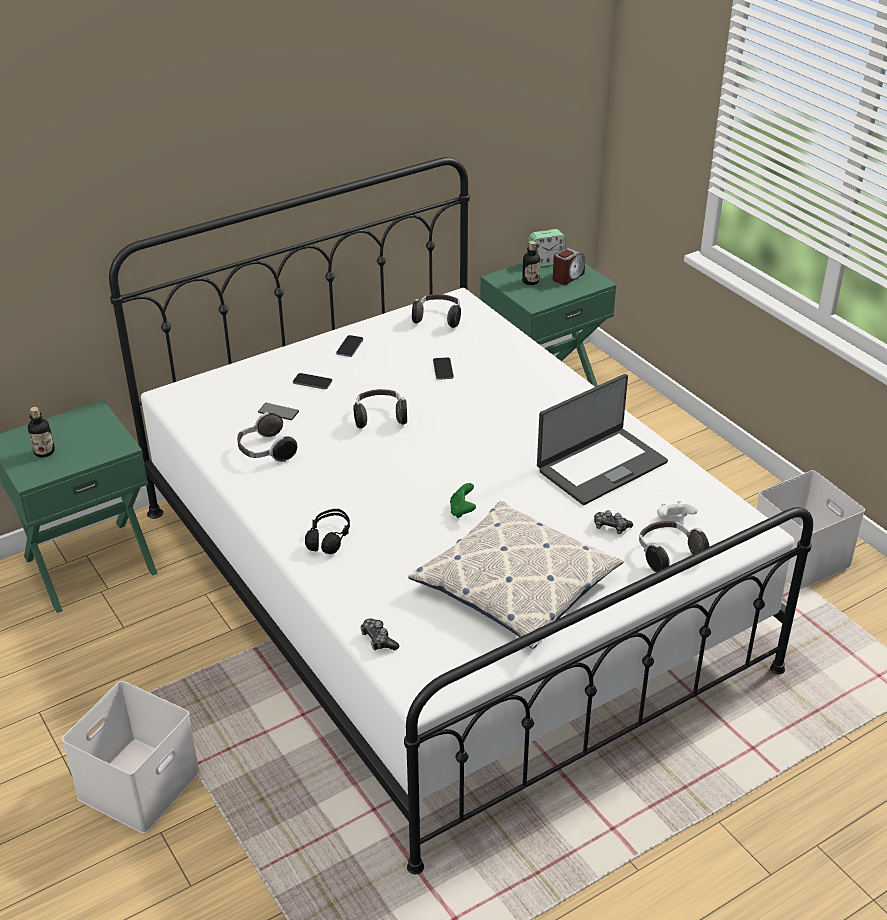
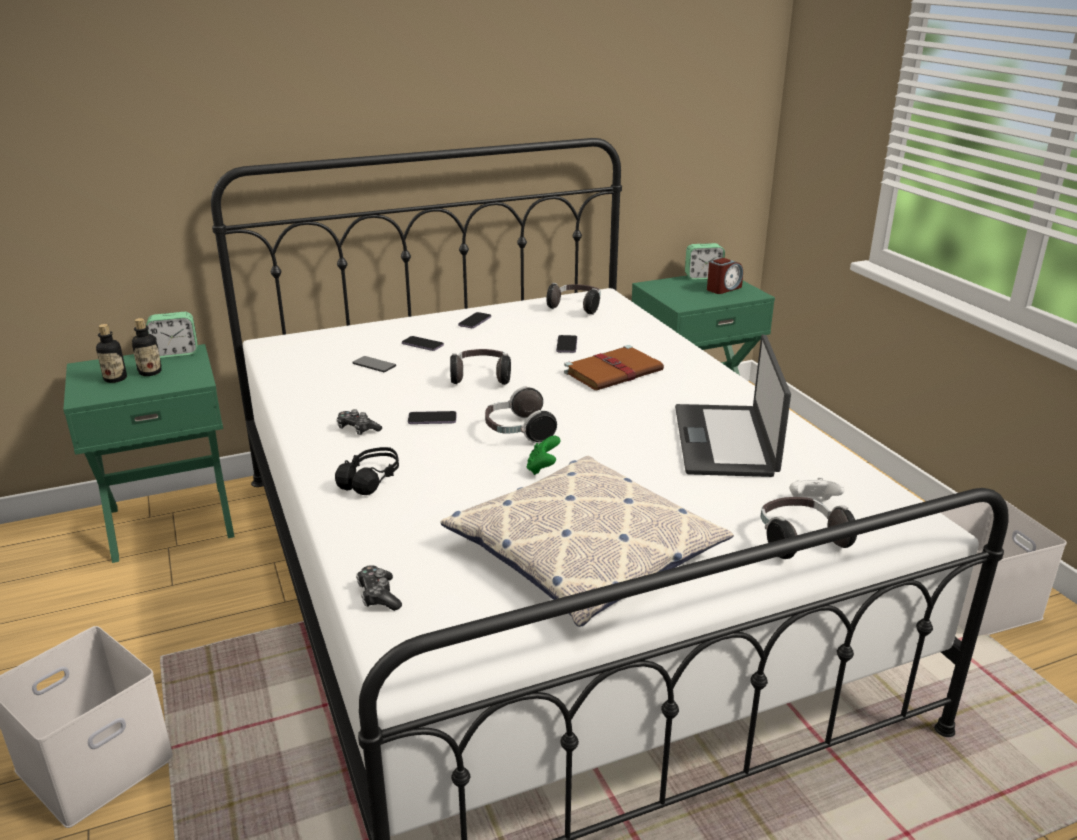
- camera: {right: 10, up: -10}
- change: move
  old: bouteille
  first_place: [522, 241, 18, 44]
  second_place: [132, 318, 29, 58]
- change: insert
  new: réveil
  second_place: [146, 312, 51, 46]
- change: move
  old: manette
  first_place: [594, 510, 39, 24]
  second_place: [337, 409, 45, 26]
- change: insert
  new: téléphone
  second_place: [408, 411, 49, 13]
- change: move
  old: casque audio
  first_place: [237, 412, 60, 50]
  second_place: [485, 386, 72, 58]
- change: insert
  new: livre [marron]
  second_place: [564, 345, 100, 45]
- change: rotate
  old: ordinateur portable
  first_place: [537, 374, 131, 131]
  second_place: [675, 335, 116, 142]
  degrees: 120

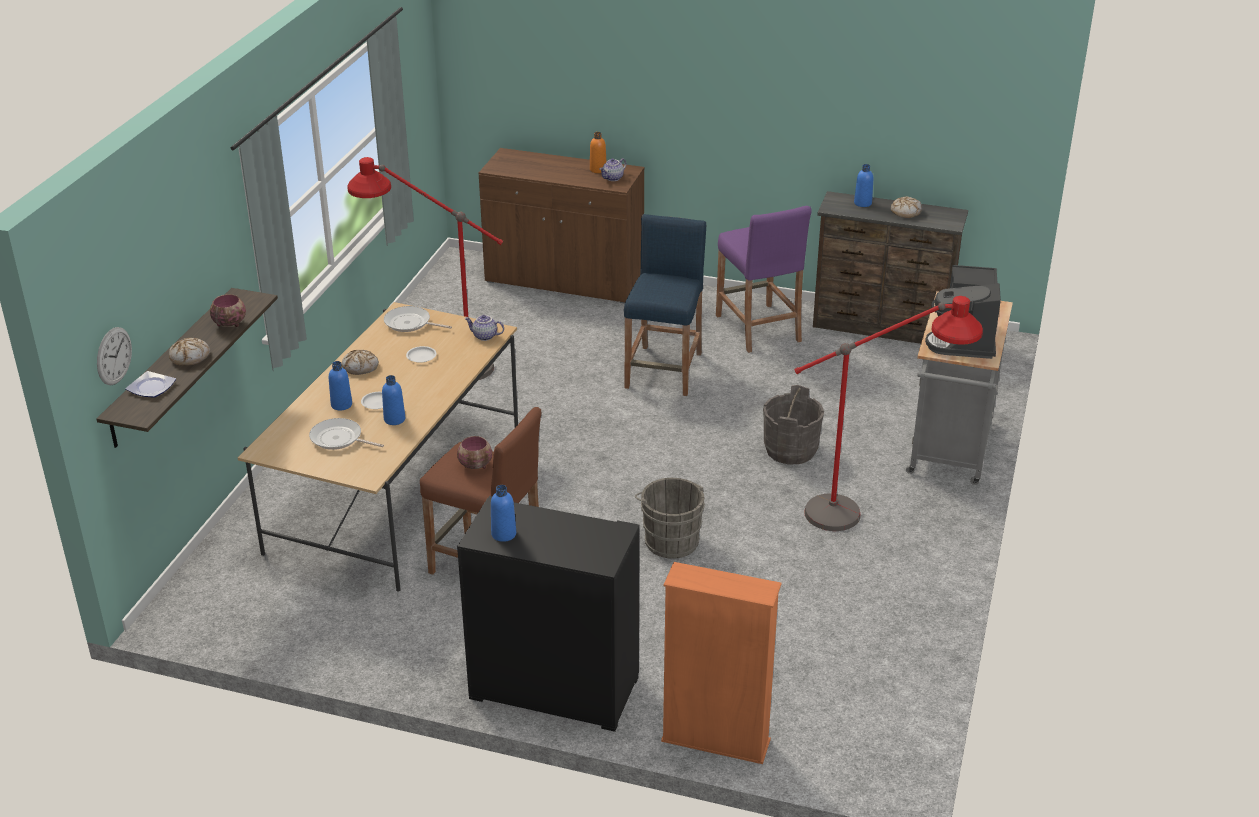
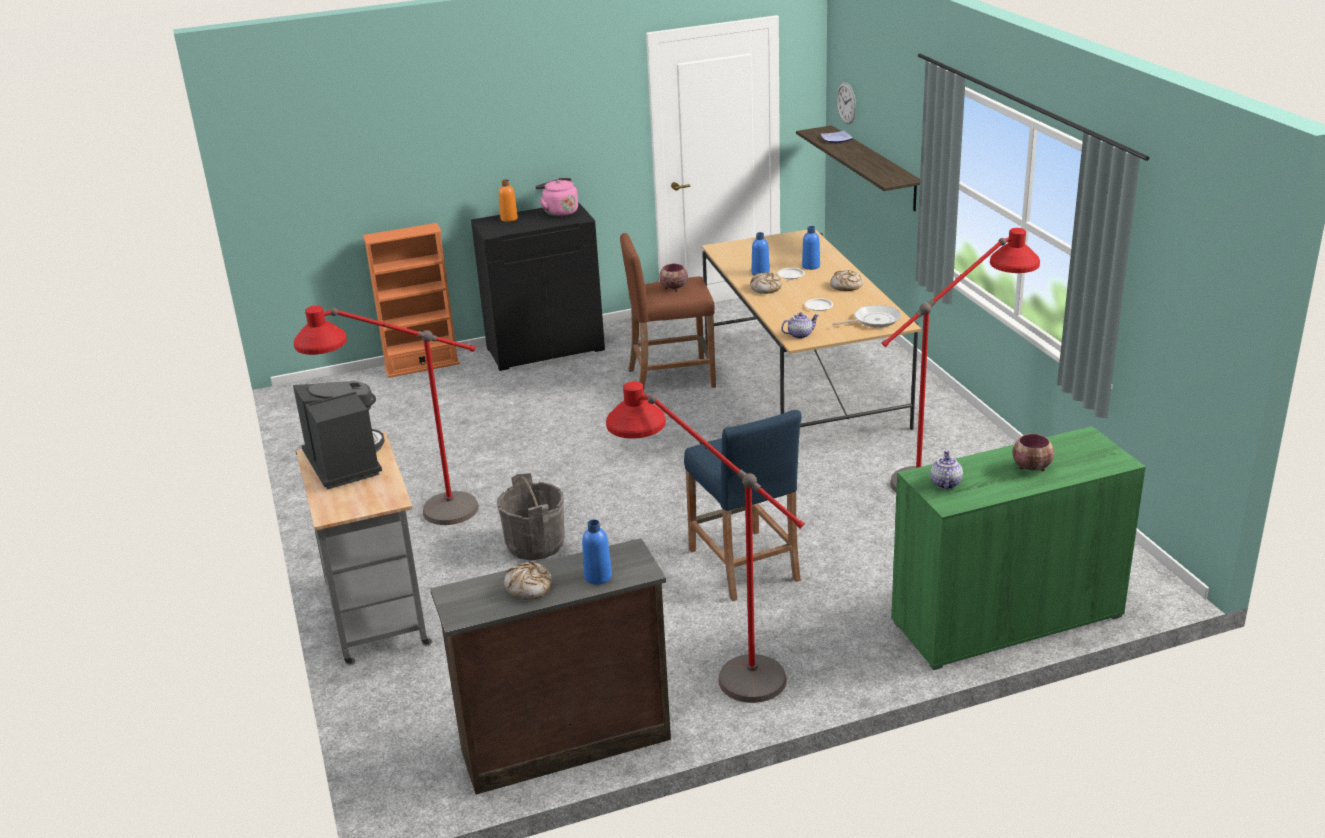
- camera: {right: 145, up: -5}
- change: move
  old: bouteille [orange]
  first_place: [590, 132, 16, 41]
  second_place: [499, 179, 19, 43]
- change: replace
  old: bouteille [bleu]
  new: bouilloire [rose]
  first_place: [491, 485, 25, 57]
  second_place: [535, 178, 43, 38]
- change: replace
  old: tabouret [violet]
  new: lampadaire [rouge]
  first_place: [716, 206, 96, 147]
  second_place: [606, 381, 199, 322]
- change: move
  old: pain
  first_place: [169, 338, 41, 28]
  second_place: [750, 272, 32, 22]
- change: recolor
  old: meuble de rangement [marron]
  new: meuble de rangement [vert]
  first_place: [478, 148, 167, 156]
  second_place: [891, 426, 255, 244]
- change: move
  old: bol
  first_place: [210, 294, 36, 33]
  second_place: [1012, 434, 42, 37]
- change: delete
  old: poêle
  first_place: [309, 418, 75, 32]
- change: delete
  old: seau [gris]
  first_place: [635, 478, 70, 81]

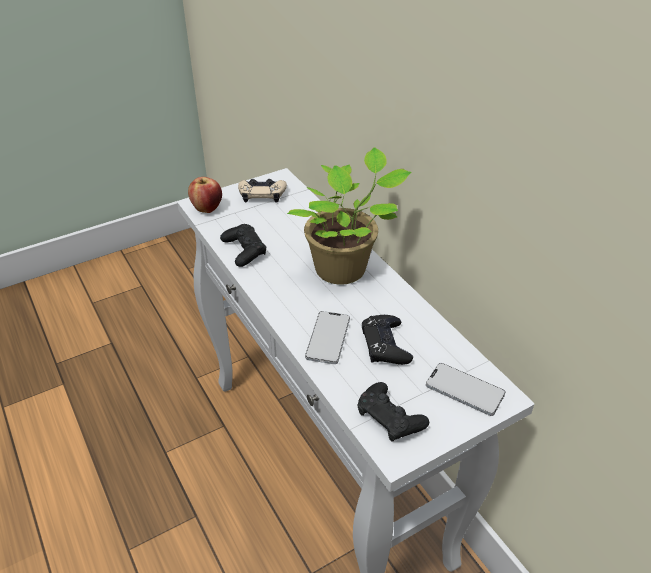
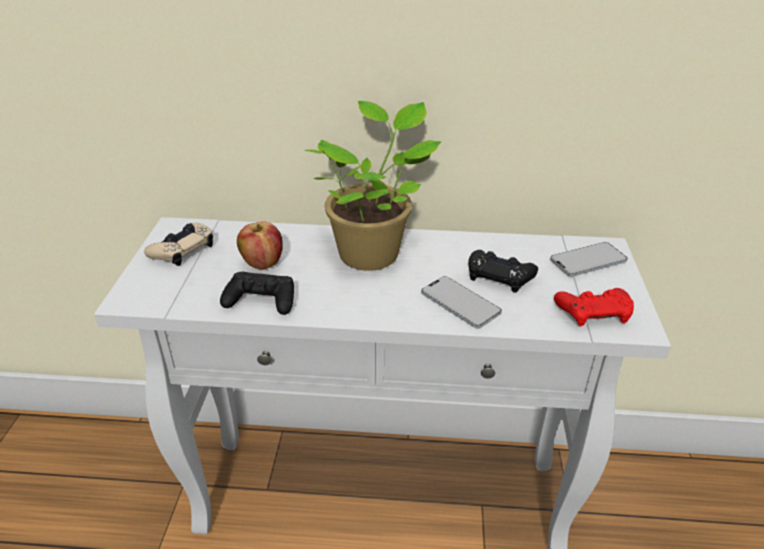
- camera: {right: -55, up: -5}
- change: move
  old: pomme
  first_place: [188, 177, 34, 36]
  second_place: [237, 221, 46, 49]
- change: recolor
  old: manette [noir]
  new: manette [rouge]
  first_place: [357, 382, 72, 60]
  second_place: [554, 288, 80, 39]

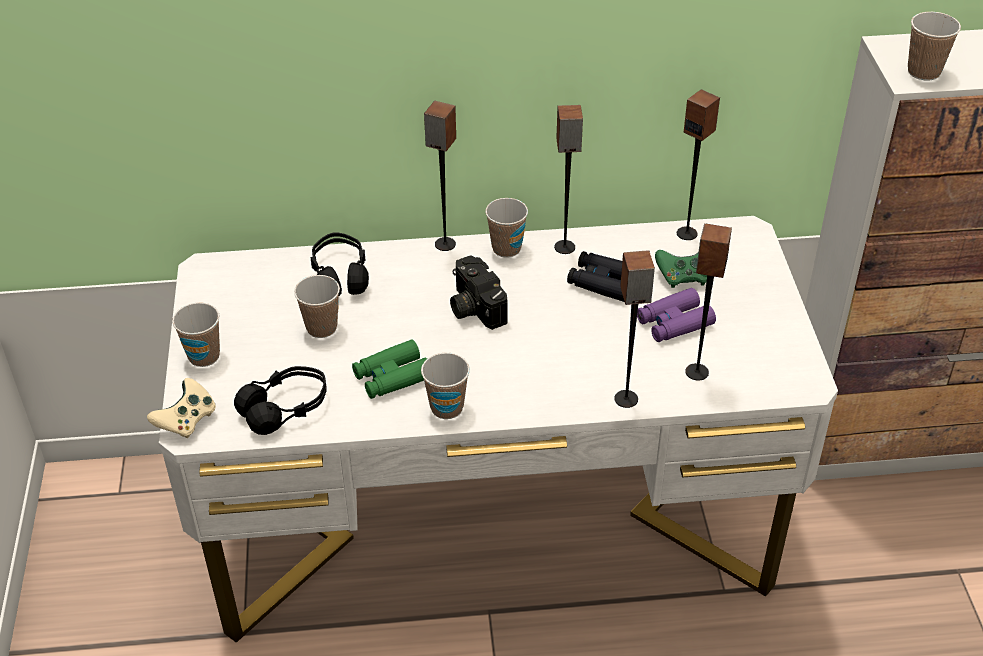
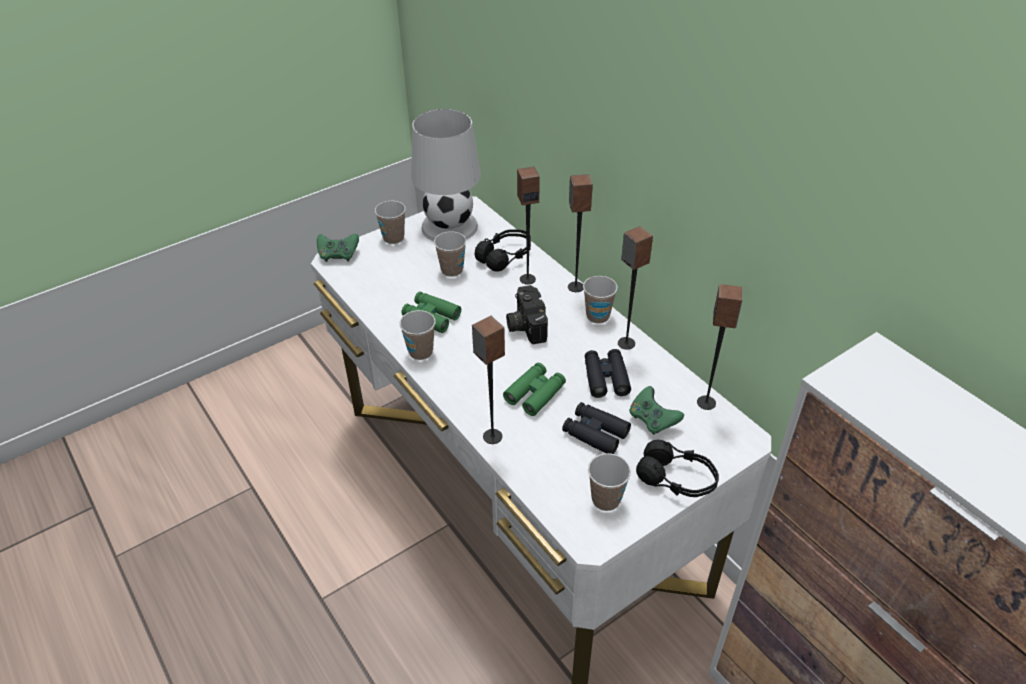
- camera: {right: 60, up: 0}
- change: recolor
  old: manette [beige]
  new: manette [vert]
  first_place: [147, 378, 69, 60]
  second_place: [317, 234, 42, 28]
- change: insert
  new: lampe de table [blanc]
  second_place: [411, 109, 70, 133]
- change: insert
  new: jumelles [vert]
  second_place: [503, 363, 63, 53]
- change: rotate
  old: appareil photo
  first_place: [450, 255, 58, 75]
  second_place: [506, 285, 42, 59]
  degrees: -45
- change: move
  old: enceinte
  first_place: [685, 223, 47, 158]
  second_place: [517, 166, 23, 119]
- change: recolor
  old: jumelles [violet]
  new: jumelles [noir]
  first_place: [637, 288, 79, 54]
  second_place: [562, 402, 69, 52]
- change: move
  old: tasse
  first_place: [908, 12, 53, 68]
  second_place: [588, 453, 43, 58]
- change: move
  old: casque audio [noir]
  first_place: [234, 366, 92, 69]
  second_place: [636, 440, 83, 57]

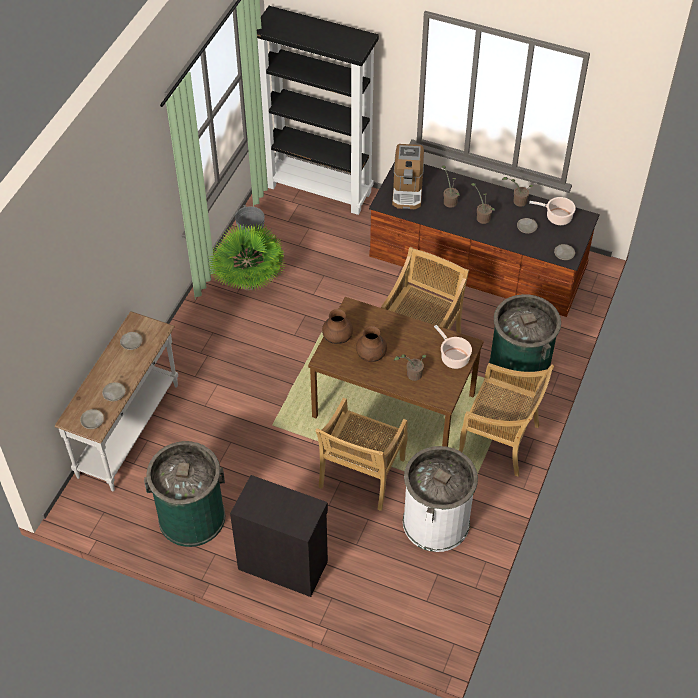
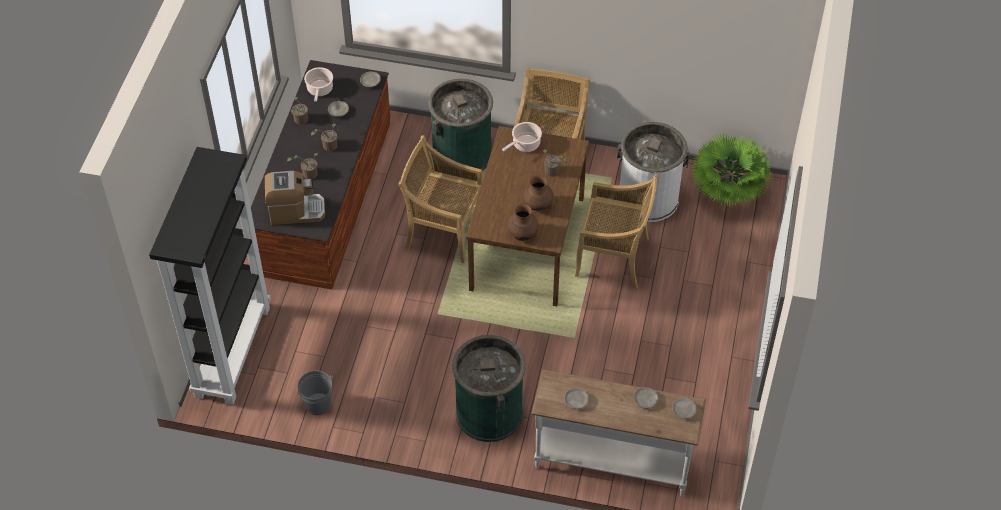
- camera: {right: -100, up: 0}
- change: move
  old: poubelle [vert]
  first_place: [144, 441, 81, 106]
  second_place: [452, 335, 74, 107]
- change: move
  old: plante en pot
  first_place: [209, 223, 78, 67]
  second_place: [690, 132, 83, 75]
- change: delete
  old: meuble de rangement [noir]
  first_place: [230, 475, 98, 122]

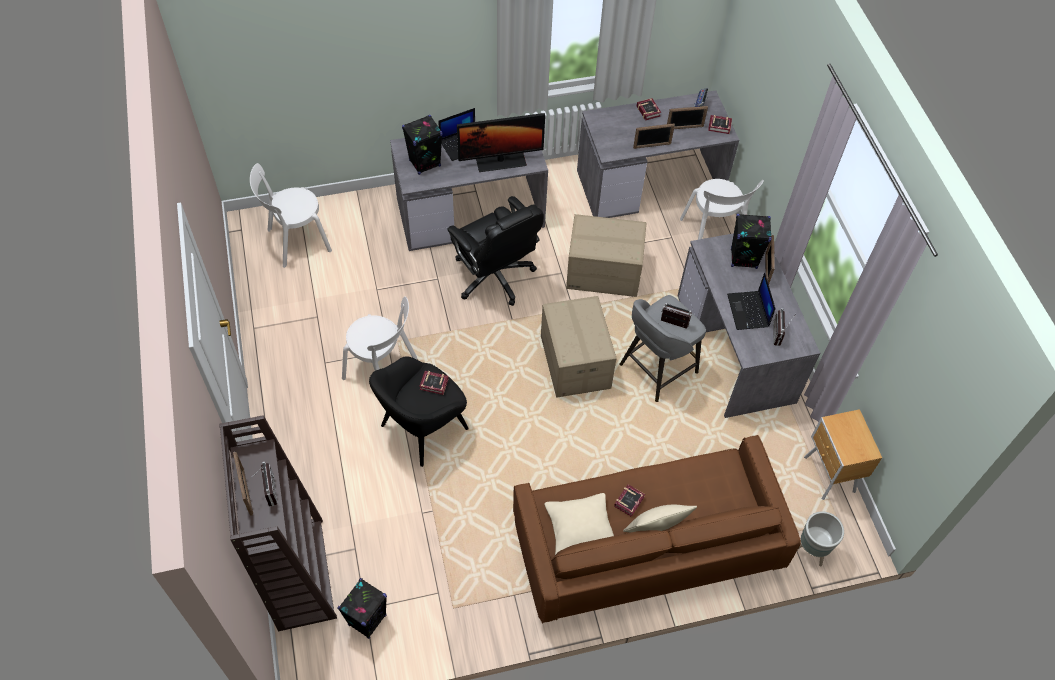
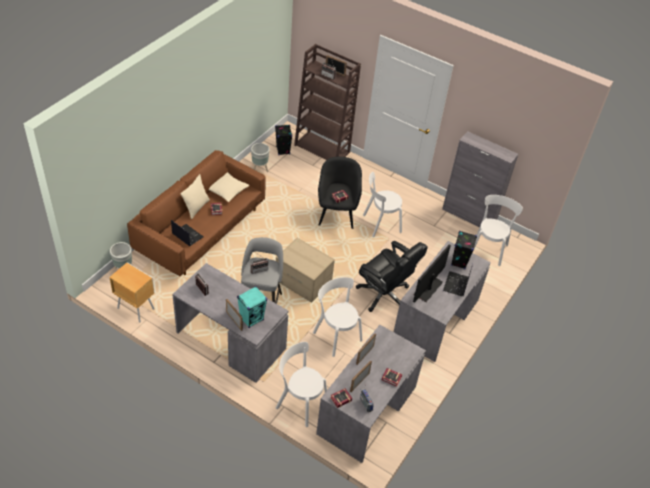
- camera: {right: 135, up: -10}
- change: move
  old: ordinateur portable
  first_place: [727, 272, 49, 58]
  second_place: [171, 220, 32, 26]
- change: recolor
  old: enceinte [noir]
  new: enceinte [turquoise]
  first_place: [731, 214, 41, 55]
  second_place: [237, 286, 30, 42]
- change: insert
  new: cache-pot [gris]
  second_place: [251, 143, 19, 29]
- change: replace
  old: carton
  new: chaise [blanc]
  first_place: [566, 214, 80, 83]
  second_place: [313, 277, 50, 80]
- change: rotate
  old: chaise de bureau [noir]
  first_place: [447, 196, 97, 110]
  second_place: [356, 241, 72, 71]
  degrees: -150
- change: insert
  new: meuble de rangement [gris]
  second_place: [442, 131, 76, 96]

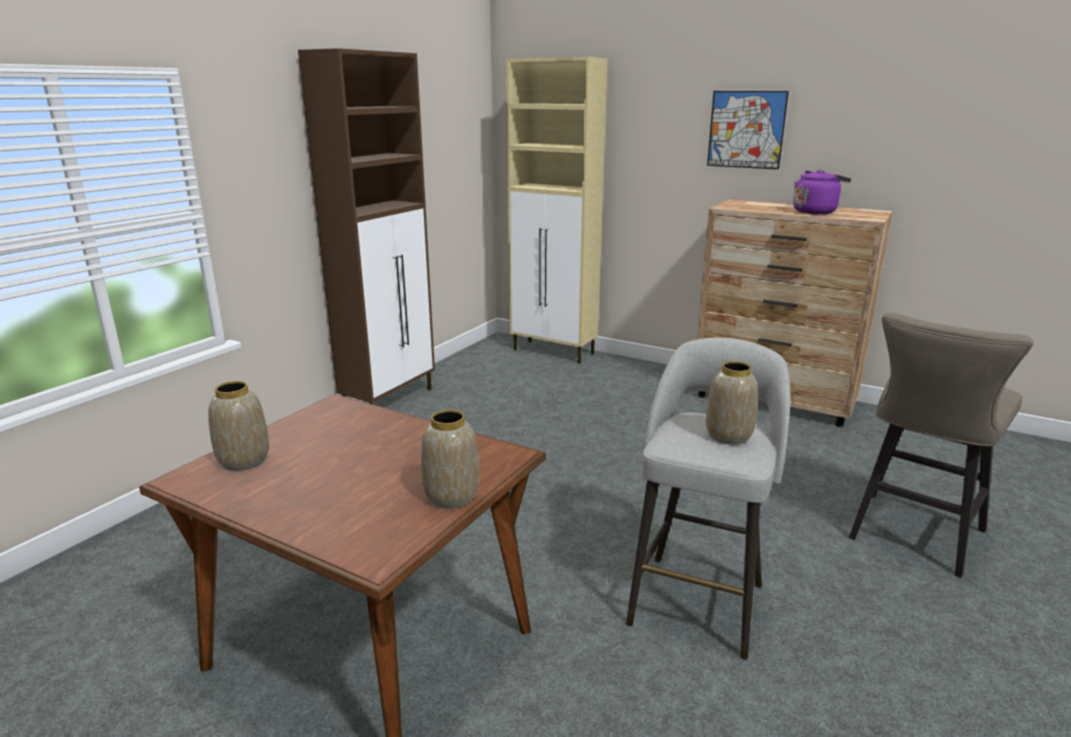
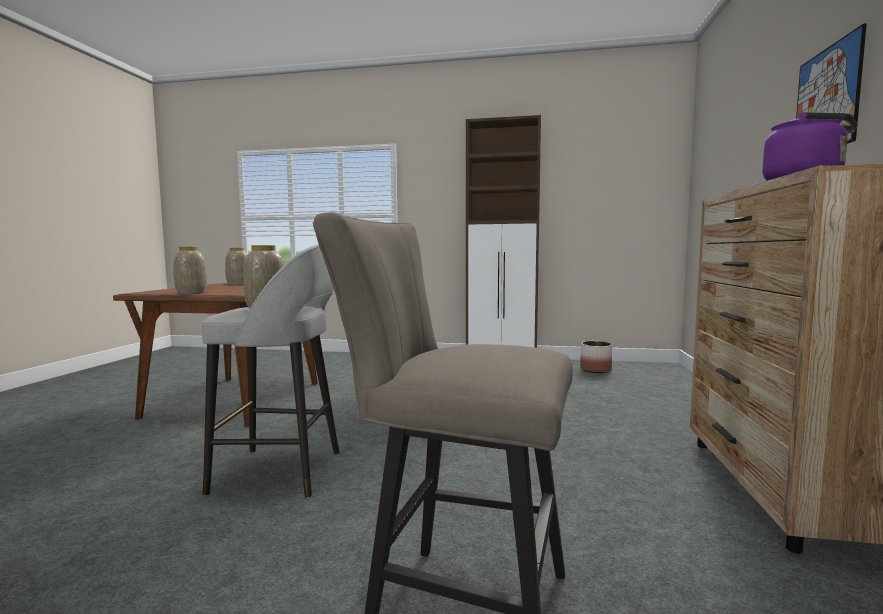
- camera: {right: 70, up: -15}
- change: insert
  new: cache-pot
  second_place: [580, 341, 32, 32]
- change: delete
  old: meuble de rangement [beige]
  first_place: [506, 57, 102, 307]

